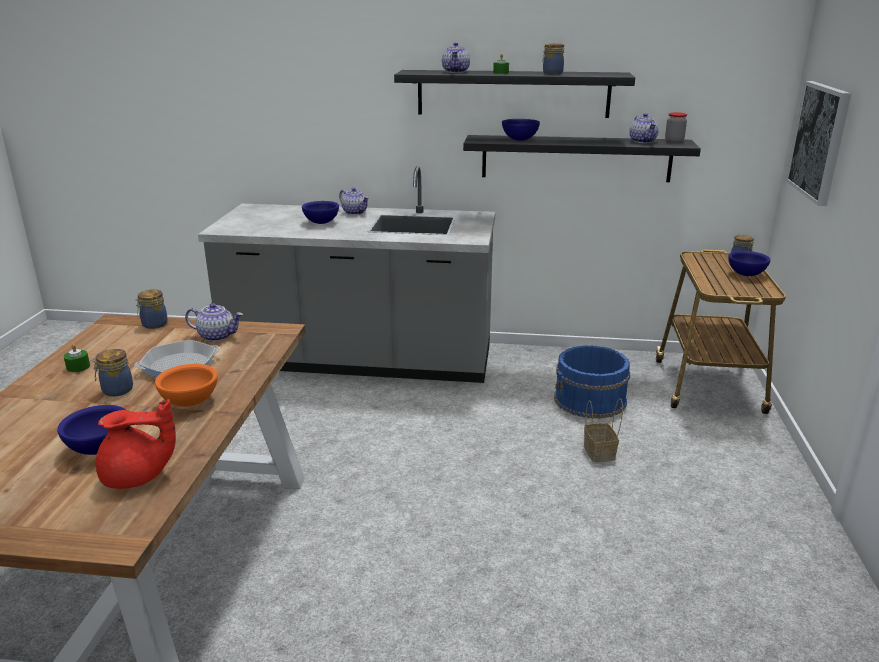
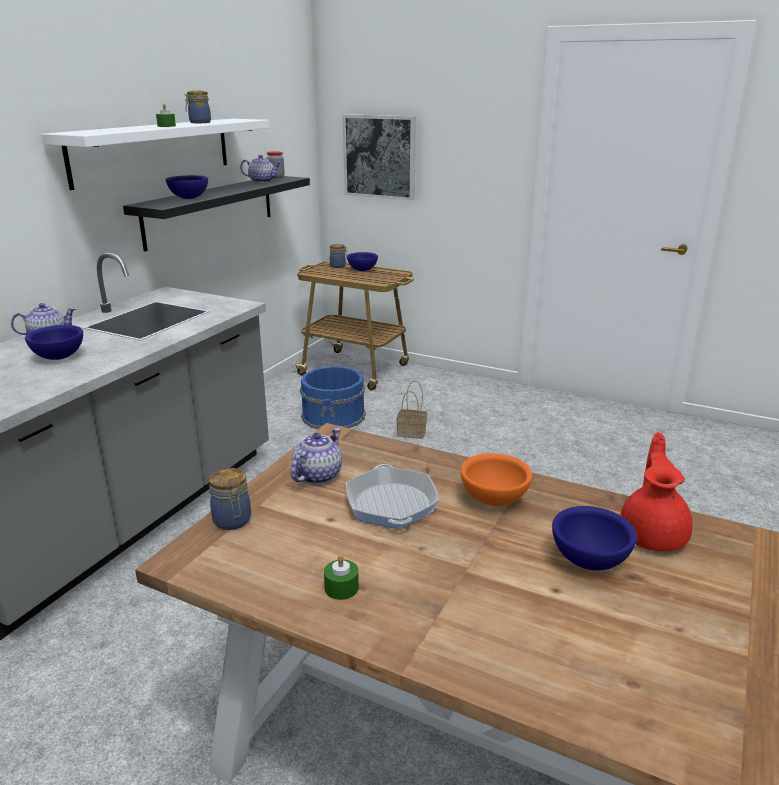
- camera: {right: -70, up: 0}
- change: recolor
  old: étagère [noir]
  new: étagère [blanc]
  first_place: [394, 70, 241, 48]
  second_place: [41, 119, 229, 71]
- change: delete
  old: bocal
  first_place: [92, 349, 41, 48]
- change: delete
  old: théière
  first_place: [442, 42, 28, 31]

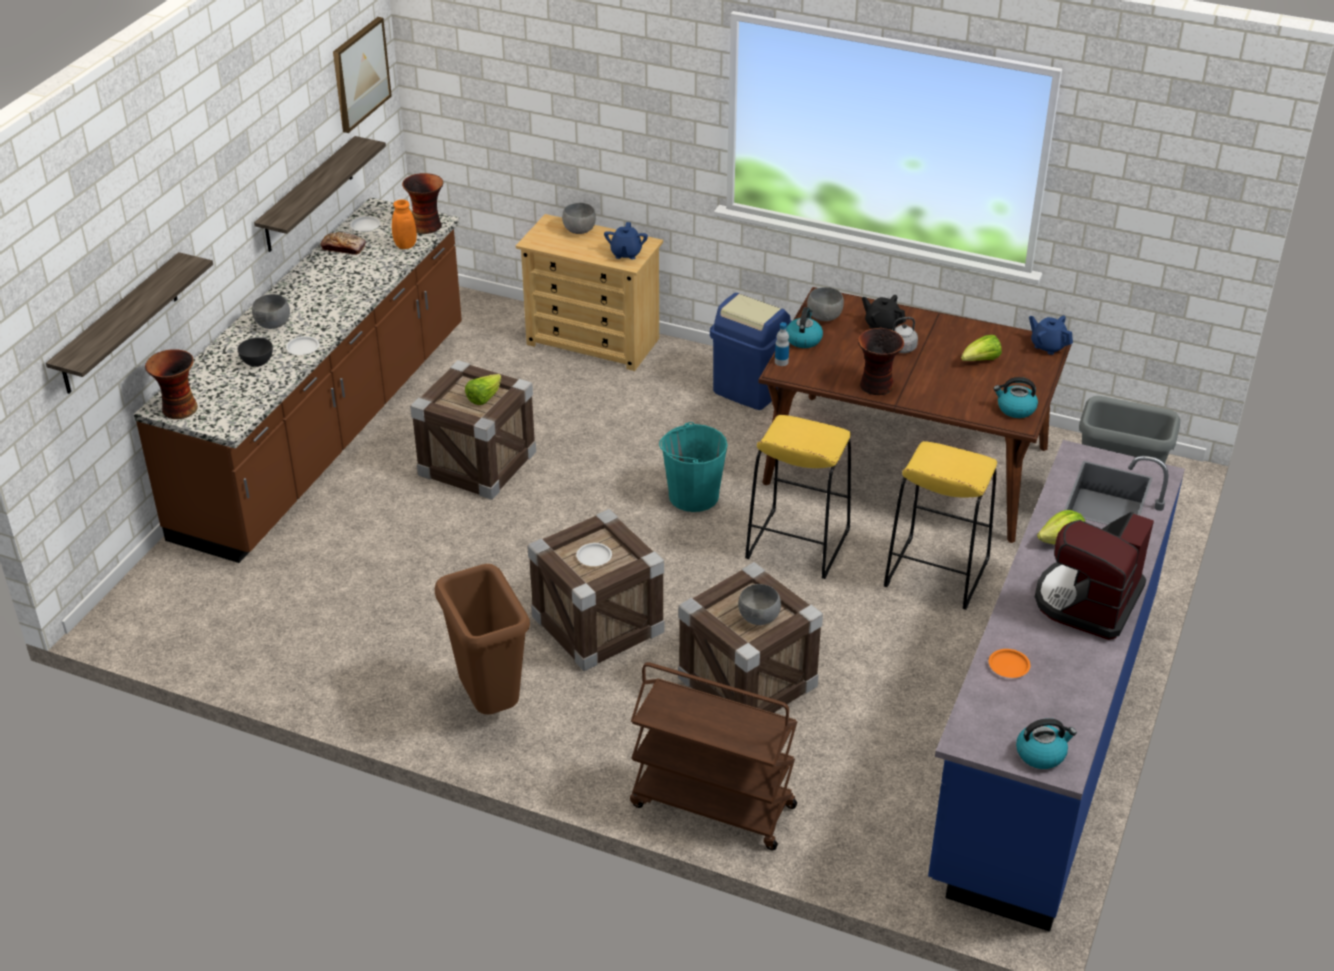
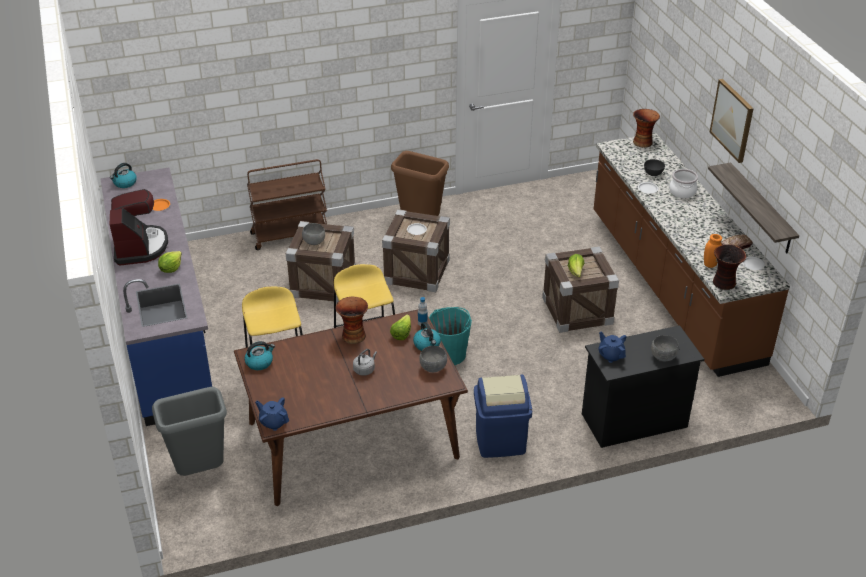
- camera: {right: 140, up: 0}
- change: rotate
  old: théière [bleu]
  first_place: [1029, 316, 44, 39]
  second_place: [255, 397, 34, 34]
  degrees: -150
- change: move
  old: laitue
  first_place: [961, 335, 41, 26]
  second_place: [390, 314, 21, 26]
- change: recolor
  old: commode [beige]
  new: commode [noir]
  first_place: [516, 214, 147, 157]
  second_place: [582, 325, 122, 123]
- change: replace
  old: bol [gris]
  new: marmite
  first_place: [252, 294, 38, 35]
  second_place: [669, 169, 29, 29]
- change: move
  old: tableau
  first_place: [333, 17, 59, 116]
  second_place: [710, 79, 44, 84]
- change: delete
  old: étagère
  first_place: [46, 252, 167, 142]
- change: delete
  old: théière [noir]
  first_place: [862, 295, 44, 35]

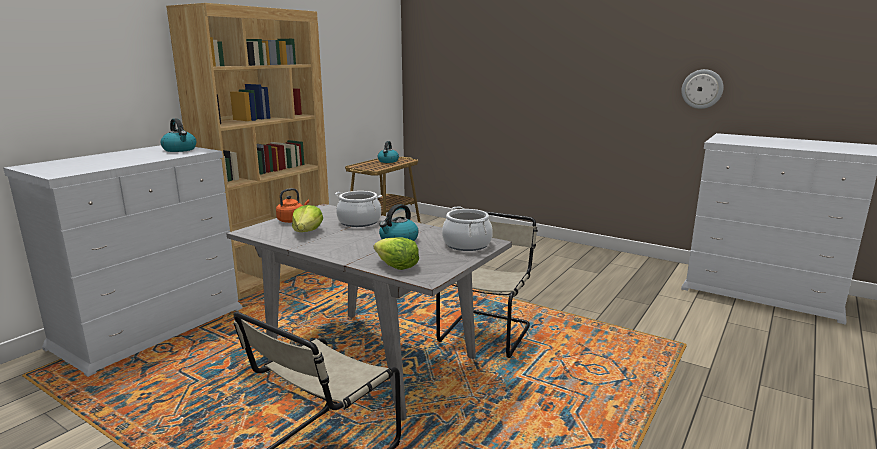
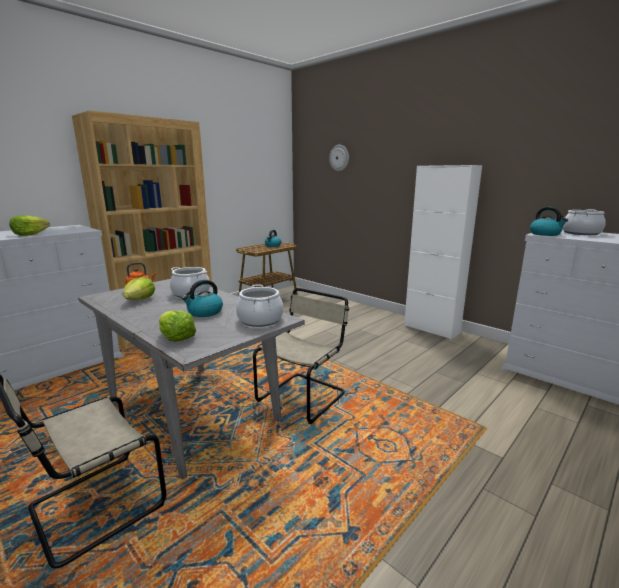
- camera: {right: 10, up: 0}
- change: insert
  new: laitue
  second_place: [9, 215, 41, 21]
- change: move
  old: horloge murale
  first_place: [681, 69, 43, 40]
  second_place: [329, 145, 20, 26]
- change: insert
  new: meuble de rangement [blanc]
  second_place: [404, 165, 78, 174]
- change: move
  old: bouilloire
  first_place: [161, 118, 35, 34]
  second_place: [530, 207, 38, 29]
- change: insert
  new: marmite
  second_place: [563, 209, 43, 26]

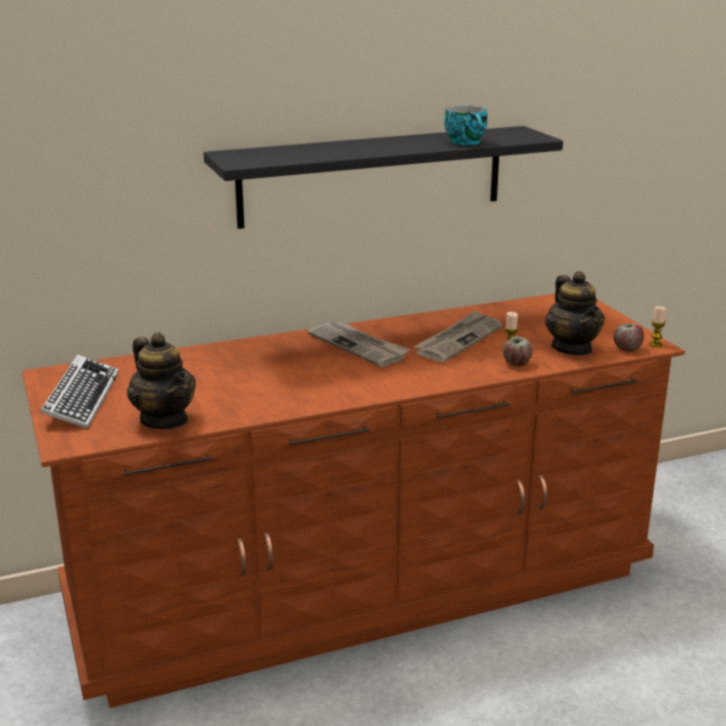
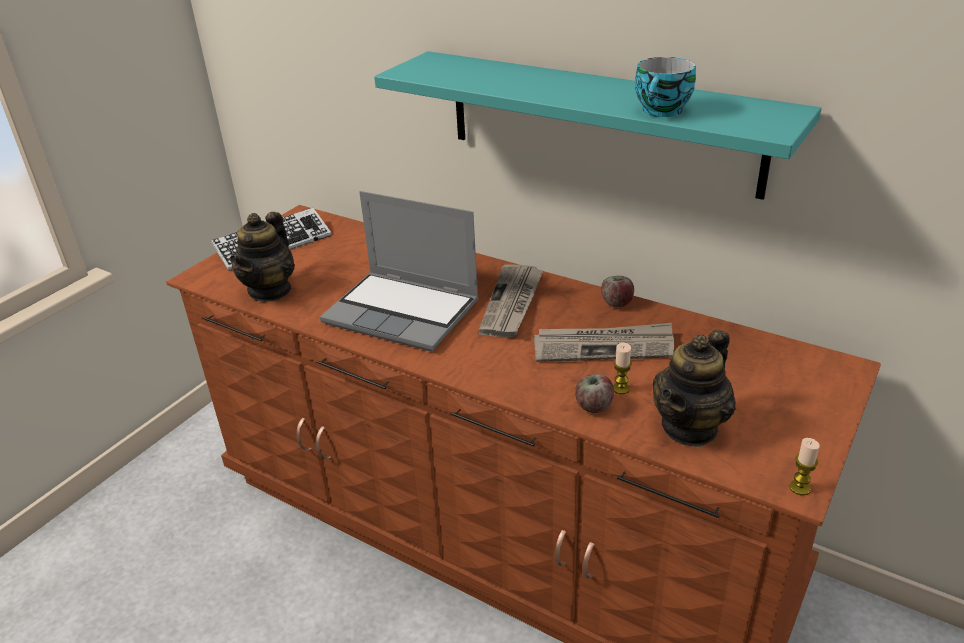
- camera: {right: 55, up: 10}
- change: insert
  new: ordinateur portable
  second_place: [320, 191, 159, 160]
- change: recolor
  old: étagère [noir]
  new: étagère [turquoise]
  first_place: [204, 126, 359, 103]
  second_place: [374, 51, 448, 149]
- change: move
  old: pomme
  first_place: [613, 324, 31, 28]
  second_place: [601, 276, 33, 31]

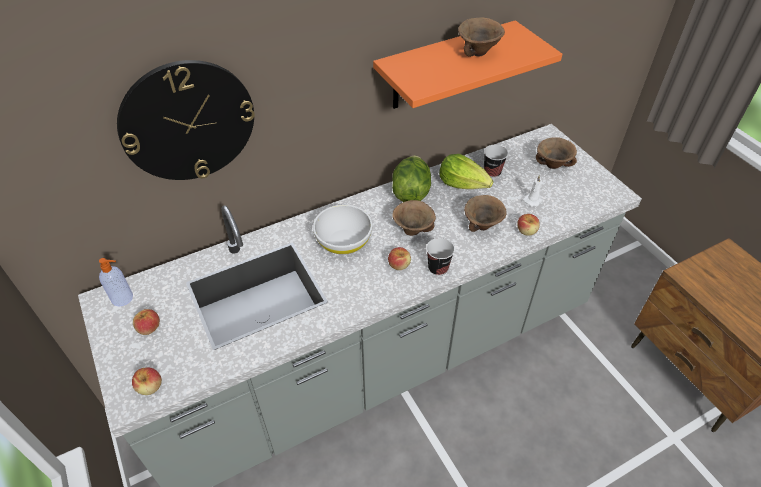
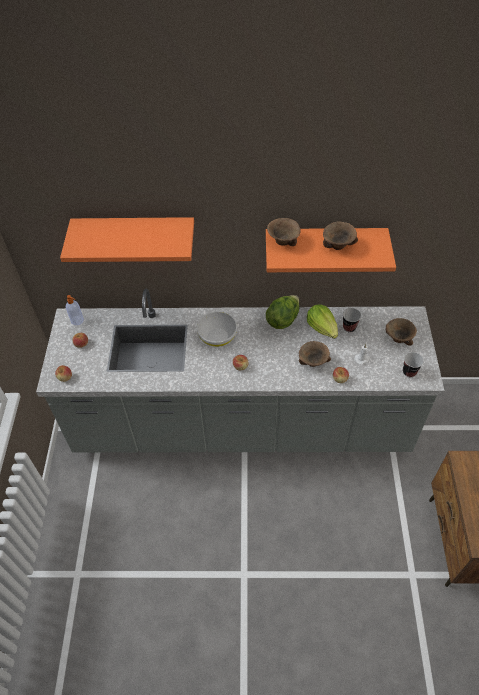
- camera: {right: 30, up: 5}
- change: replace
  old: horloge murale
  new: étagère [orange]
  first_place: [117, 60, 138, 120]
  second_place: [60, 217, 134, 45]
- change: move
  old: bol [marron]
  first_place: [392, 200, 44, 36]
  second_place: [267, 218, 34, 28]
- change: move
  old: tasse
  first_place: [426, 238, 29, 38]
  second_place: [403, 352, 21, 25]

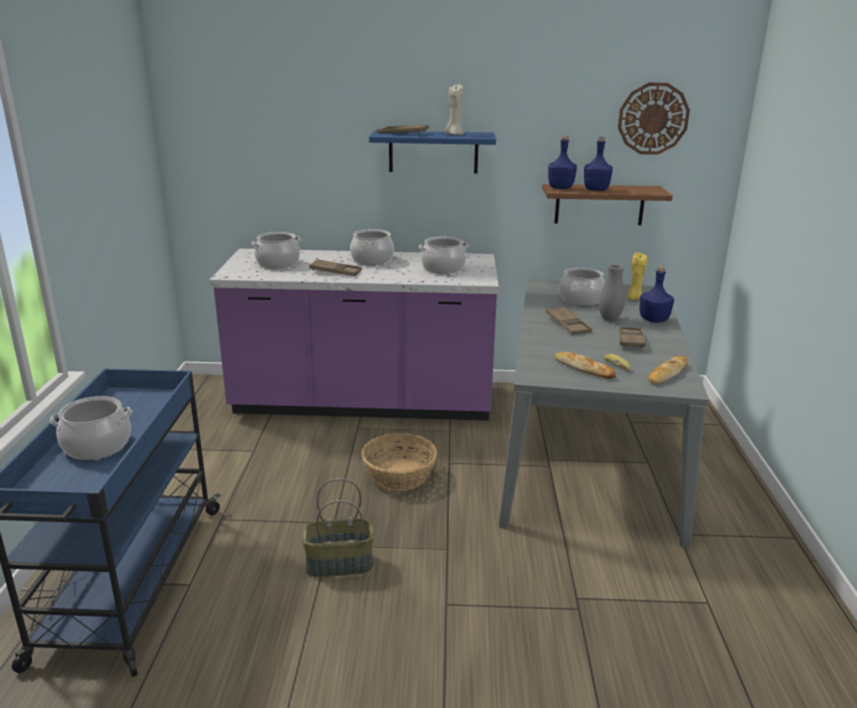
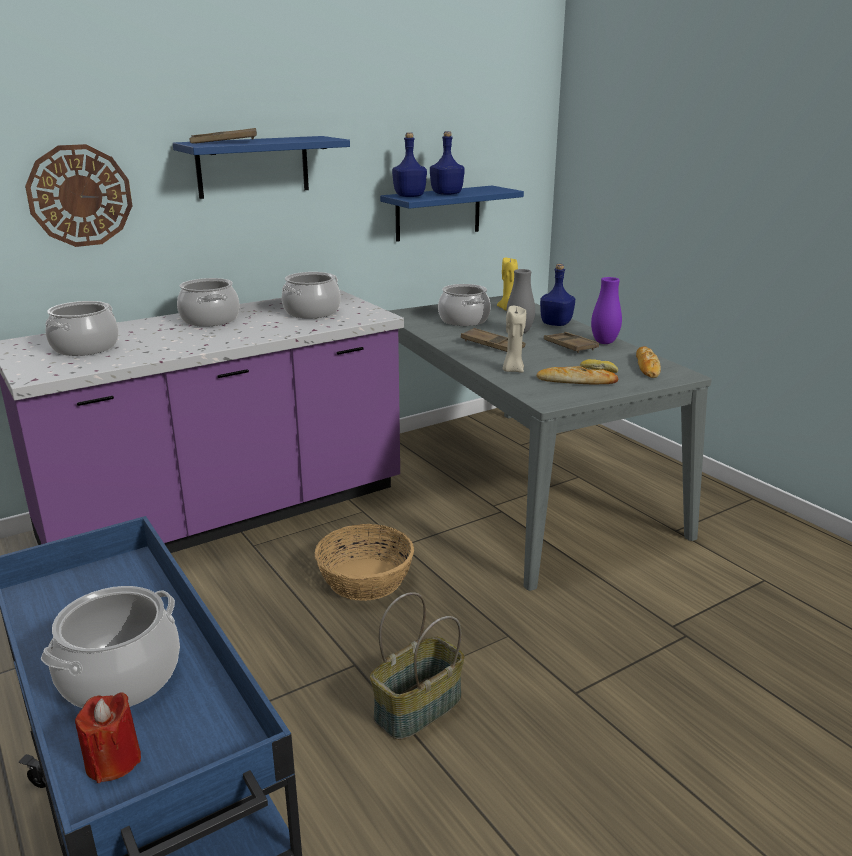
- camera: {right: -35, up: 0}
- change: move
  old: horloge murale
  first_place: [618, 82, 72, 73]
  second_place: [25, 144, 107, 103]
- change: insert
  new: bougie [rouge]
  second_place: [75, 692, 66, 91]
- change: recolor
  old: étagère [marron]
  new: étagère [bleu]
  first_place: [542, 184, 131, 41]
  second_place: [380, 186, 144, 56]
- change: move
  old: bougie [beige]
  first_place: [445, 84, 18, 51]
  second_place: [503, 306, 23, 67]
- change: insert
  new: vase [violet]
  second_place: [591, 277, 31, 67]
- change: delete
  old: plateau [marron]
  first_place: [309, 259, 53, 17]

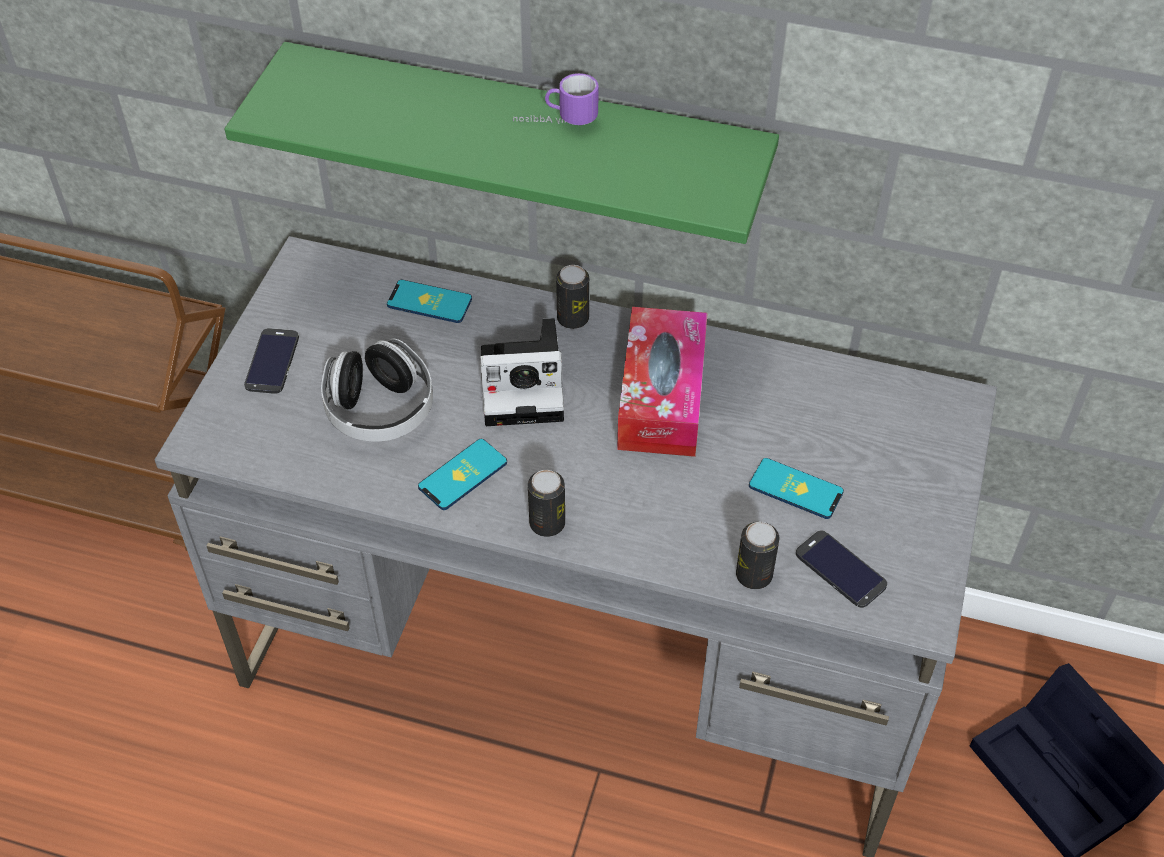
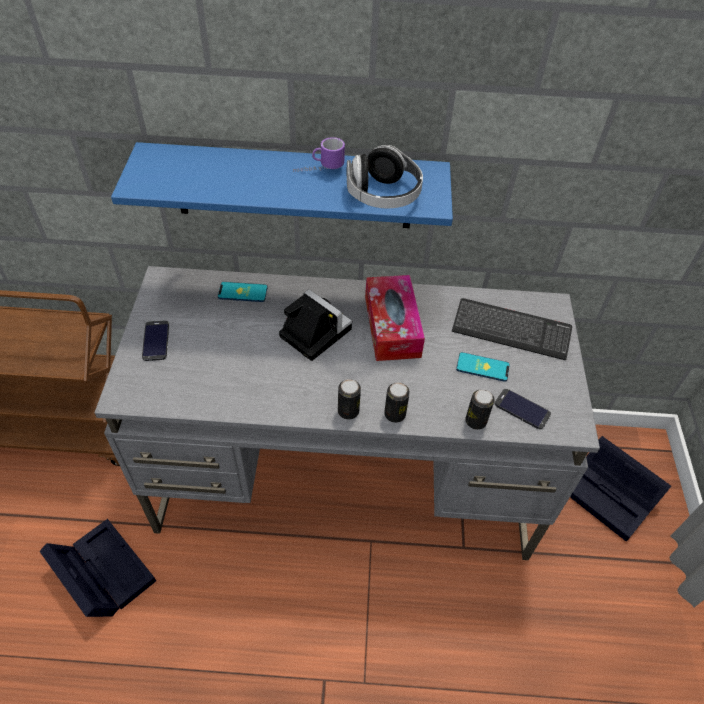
- camera: {right: -15, up: 0}
- change: insert
  new: boîte de rangement [noir]
  second_place: [39, 519, 117, 98]
- change: recolor
  old: étagère [vert]
  new: étagère [bleu]
  first_place: [225, 42, 554, 202]
  second_place: [111, 142, 342, 86]
- change: rotate
  old: appareil photo
  first_place: [480, 318, 84, 108]
  second_place: [279, 289, 73, 72]
  degrees: -120
- change: move
  old: casque audio
  first_place: [321, 339, 112, 102]
  second_place: [347, 145, 76, 63]
- change: move
  old: boîte métallique
  first_place: [556, 265, 33, 64]
  second_place: [384, 382, 26, 41]
- change: insert
  new: clavier
  second_place: [452, 298, 120, 62]
- change: delete
  old: téléphone
  first_place: [418, 439, 89, 71]

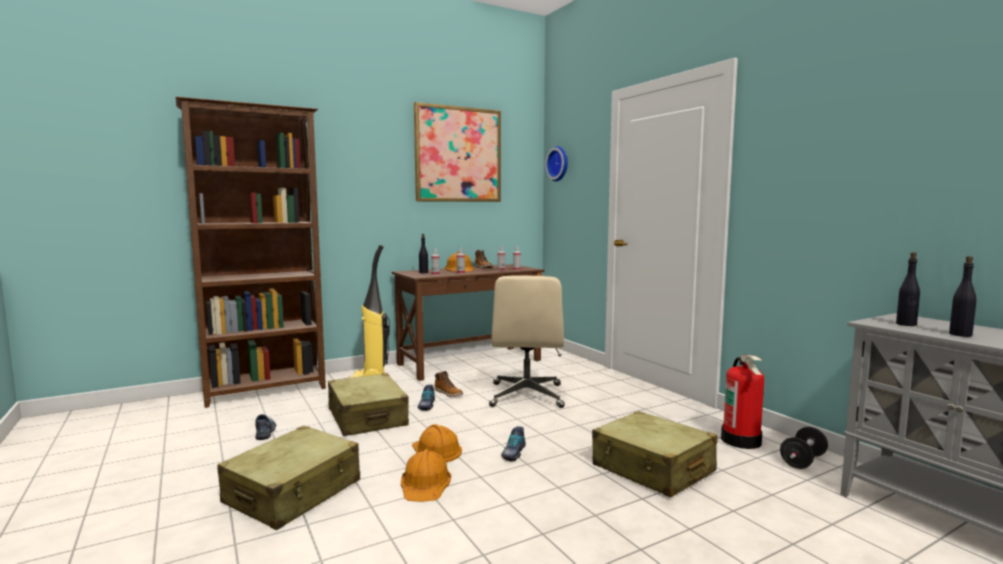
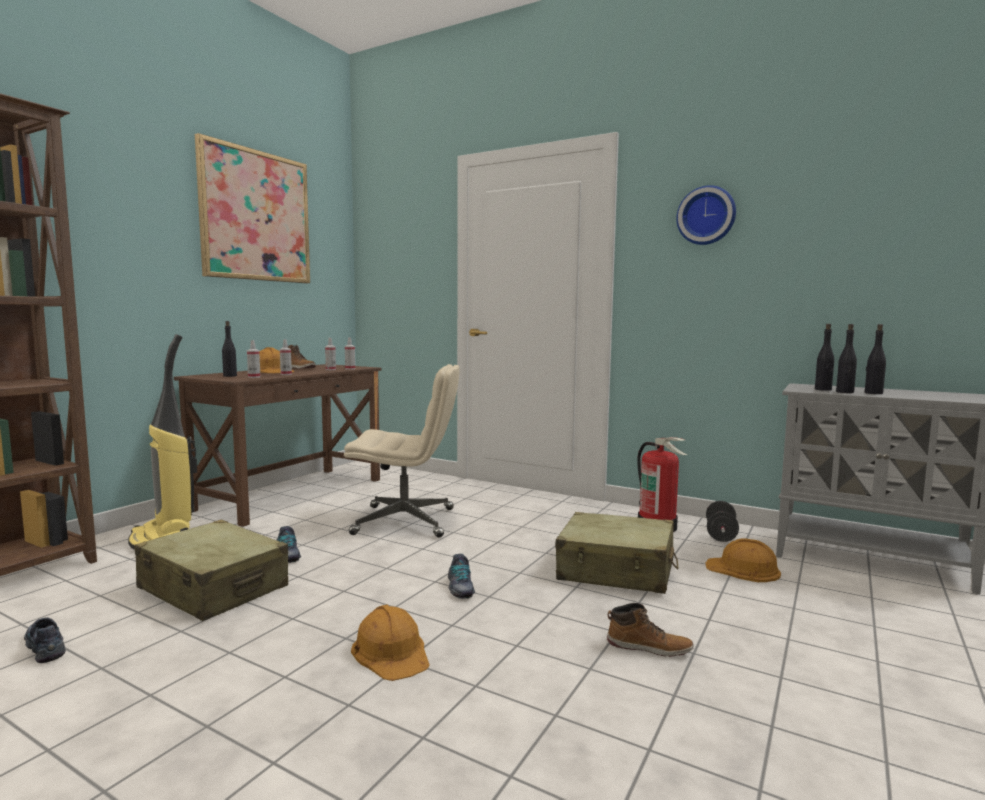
- camera: {right: -30, up: 0}
- change: rotate
  old: chaise de bureau [beige]
  first_place: [489, 275, 76, 133]
  second_place: [344, 364, 116, 173]
  degrees: -60
- change: move
  old: botte
  first_place: [434, 371, 29, 26]
  second_place: [607, 603, 87, 54]
- change: move
  old: horloge murale
  first_place: [545, 146, 23, 35]
  second_place: [676, 185, 60, 60]
- change: move
  old: casque de chantier [orange]
  first_place: [412, 424, 50, 38]
  second_place: [705, 538, 76, 44]
- change: insert
  new: bouteille [noir]
  second_place: [836, 324, 21, 69]
- change: delete
  old: valise [beige]
  first_place: [217, 426, 143, 104]

